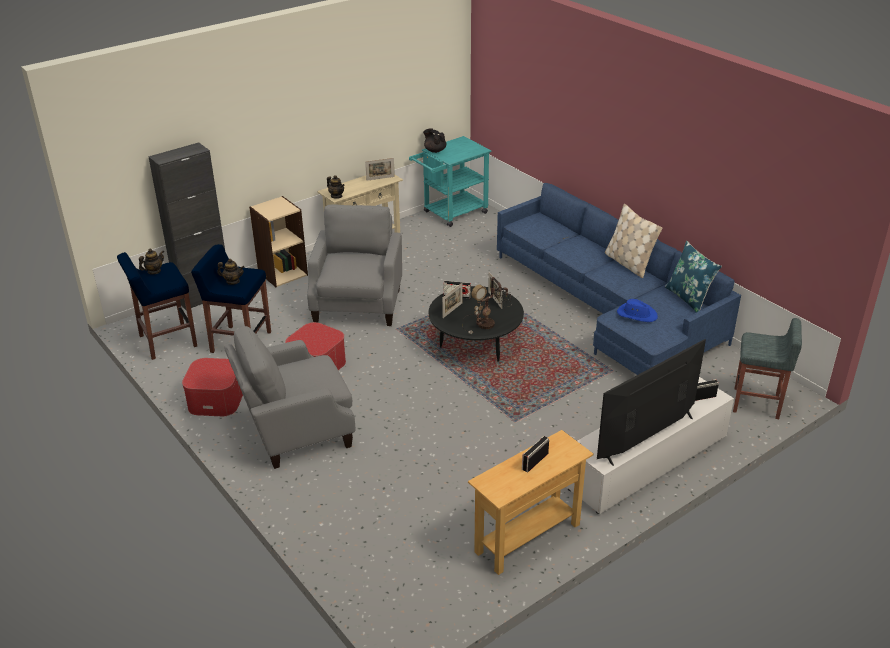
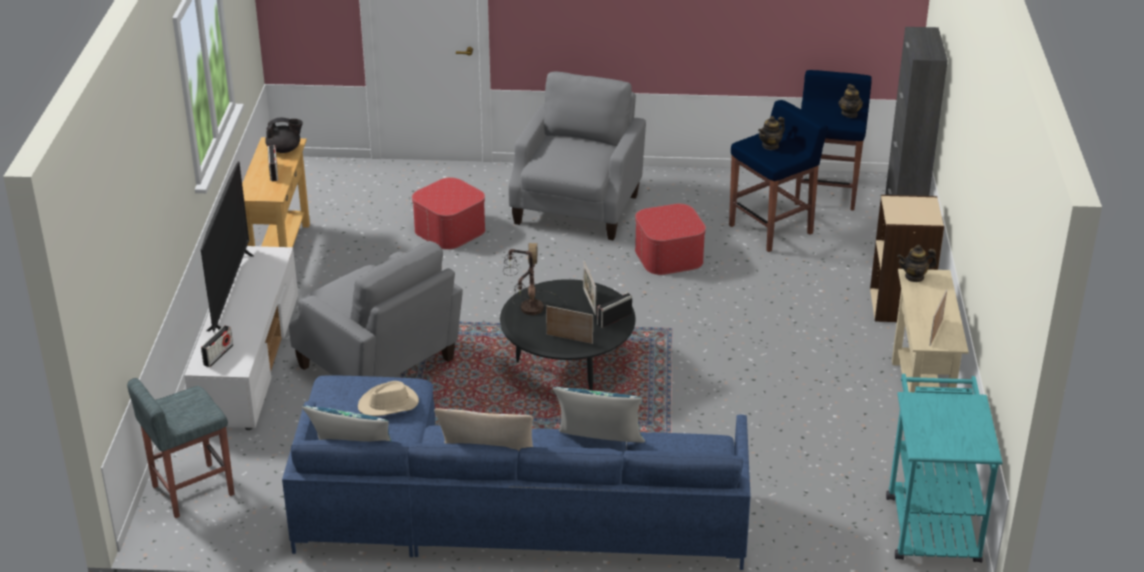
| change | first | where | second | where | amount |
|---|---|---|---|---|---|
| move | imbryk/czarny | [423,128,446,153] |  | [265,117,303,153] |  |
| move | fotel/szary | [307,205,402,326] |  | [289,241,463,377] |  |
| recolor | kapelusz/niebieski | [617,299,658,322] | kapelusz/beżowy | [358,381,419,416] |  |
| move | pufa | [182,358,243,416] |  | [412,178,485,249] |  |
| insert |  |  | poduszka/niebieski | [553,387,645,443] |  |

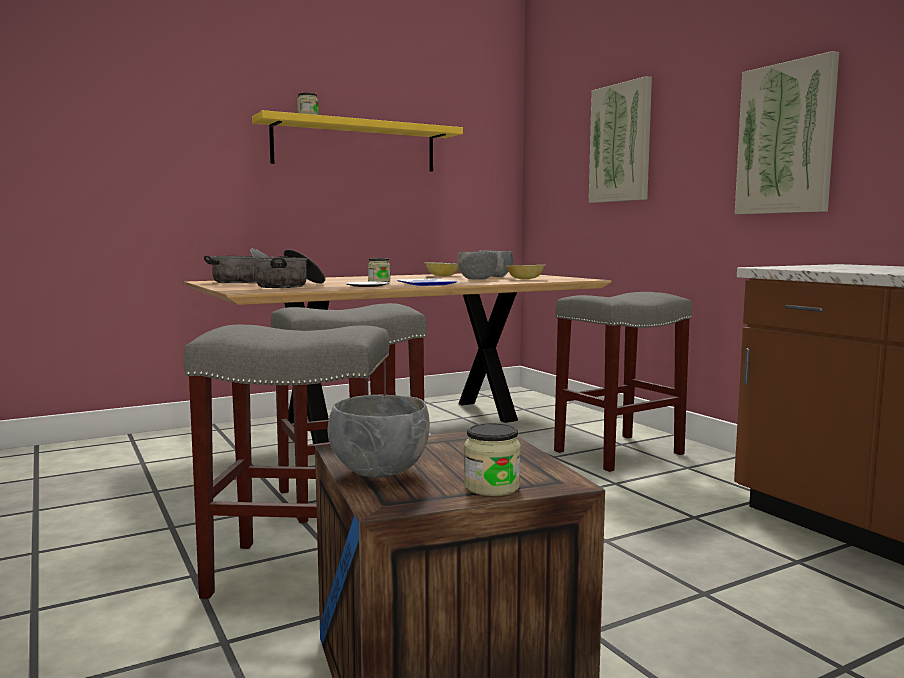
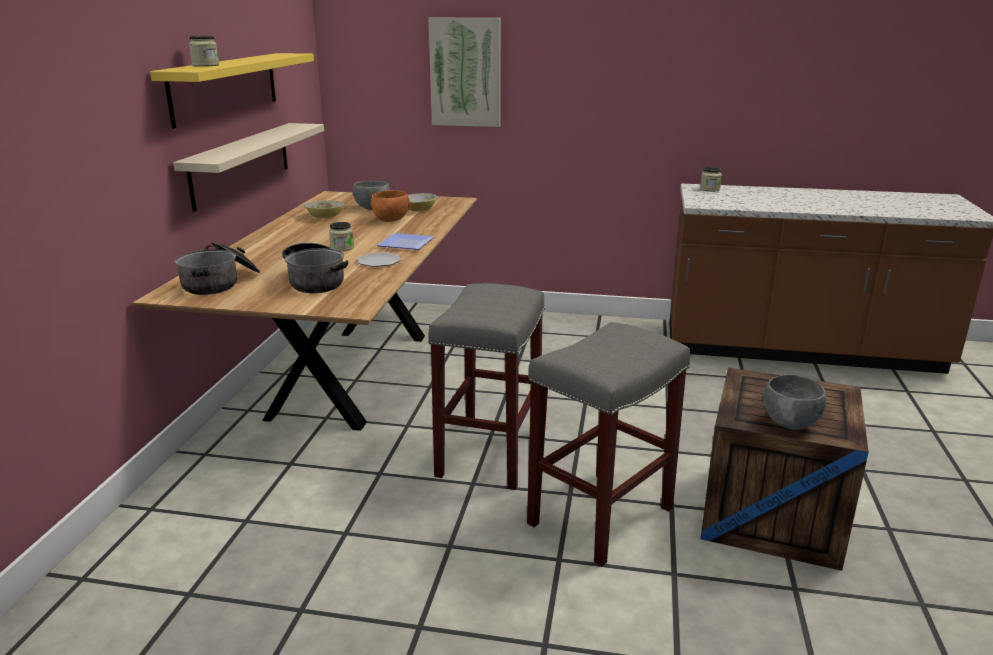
| change | first | where | second | where | amount |
|---|---|---|---|---|---|
| insert |  |  | półka/beżowy | [173,123,324,212] |  |
| recolor | miska/szary | [458,251,498,280] | miska/pomarańczowy | [371,190,409,222] |  |
| move | słoik | [464,423,521,496] |  | [700,167,722,192] |  |
| delete | stołek/szary | [554,292,692,472] |  |  |  |
| delete | obraz | [735,51,839,214] |  |  |  |

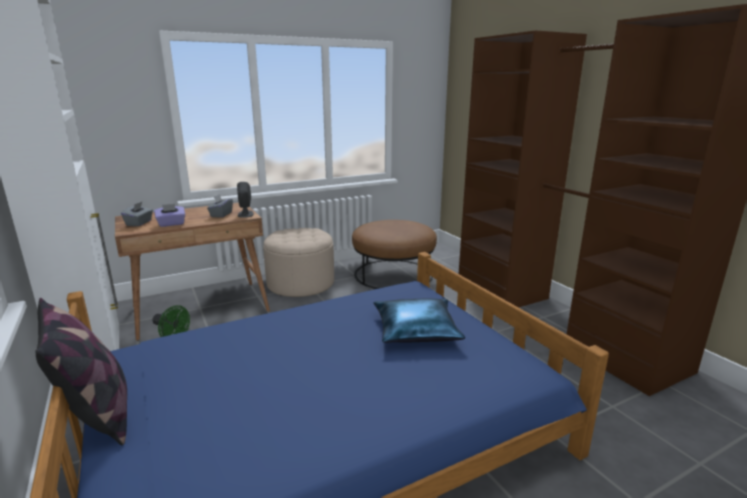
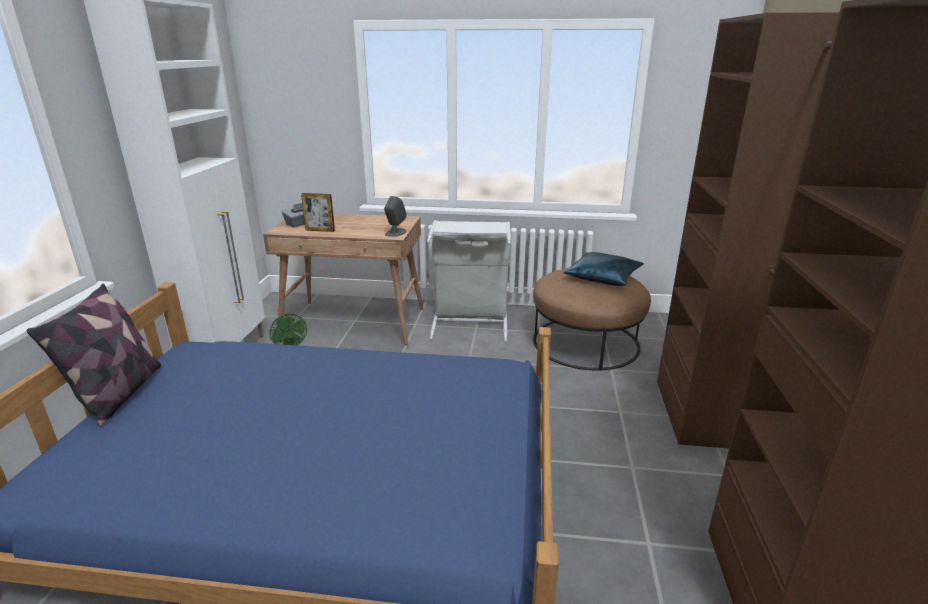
| change | first | where | second | where | amount |
|---|---|---|---|---|---|
| replace | pudełko chusteczek/fioletowy | [154,204,185,227] | ramka na zdjęcie | [301,193,335,232] |  |
| replace | pufa/beżowy | [263,228,334,297] | kosz na pranie/szary | [427,220,511,342] |  |
| move | poduszka/niebieski | [373,299,465,343] |  | [563,252,644,286] |  |
| delete | pudełko chusteczek/szary | [207,194,233,218] |  |  |  |

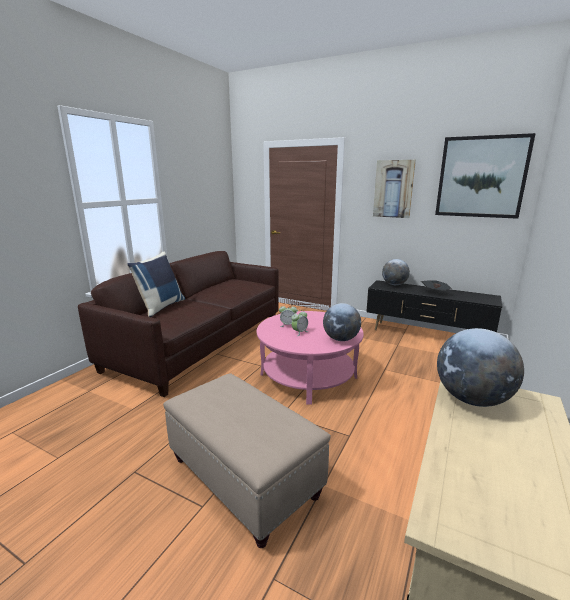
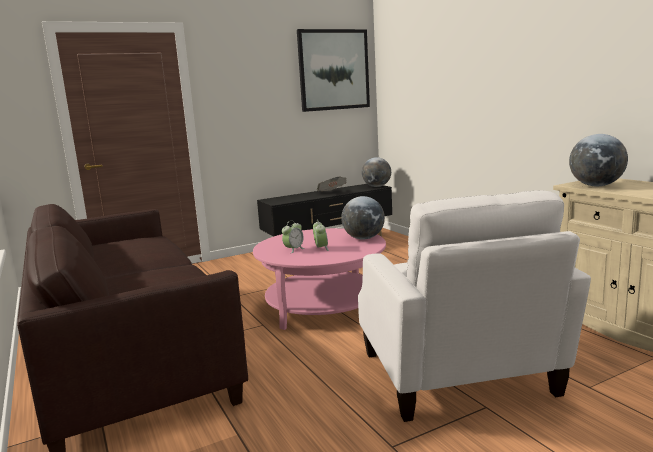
| change | first | where | second | where | amount |
|---|---|---|---|---|---|
| replace | pufa/beżowy | [163,373,331,548] | fotel/biały | [358,190,591,422] |  |
| move | globus | [382,259,410,285] |  | [362,157,391,187] |  |
| delete | poduszka/niebieski | [127,252,185,318] |  |  |  |
| delete | obraz | [373,160,416,218] |  |  |  |

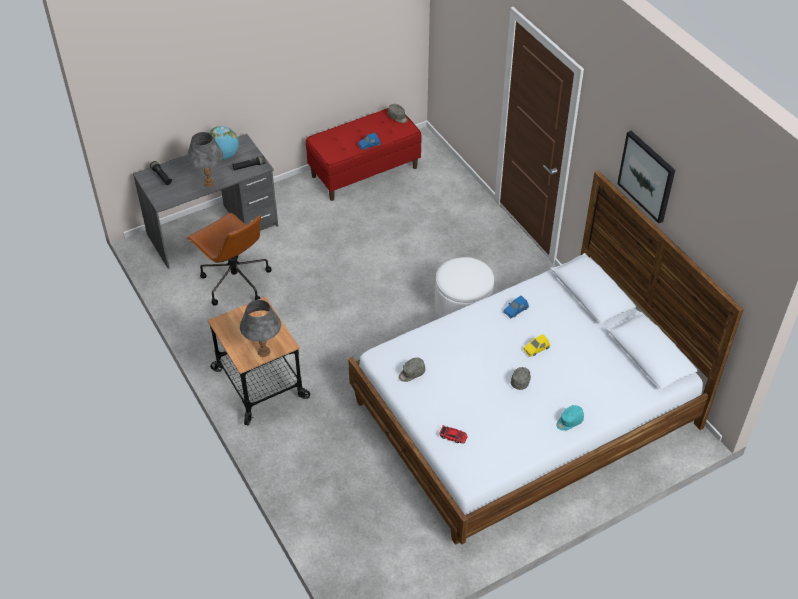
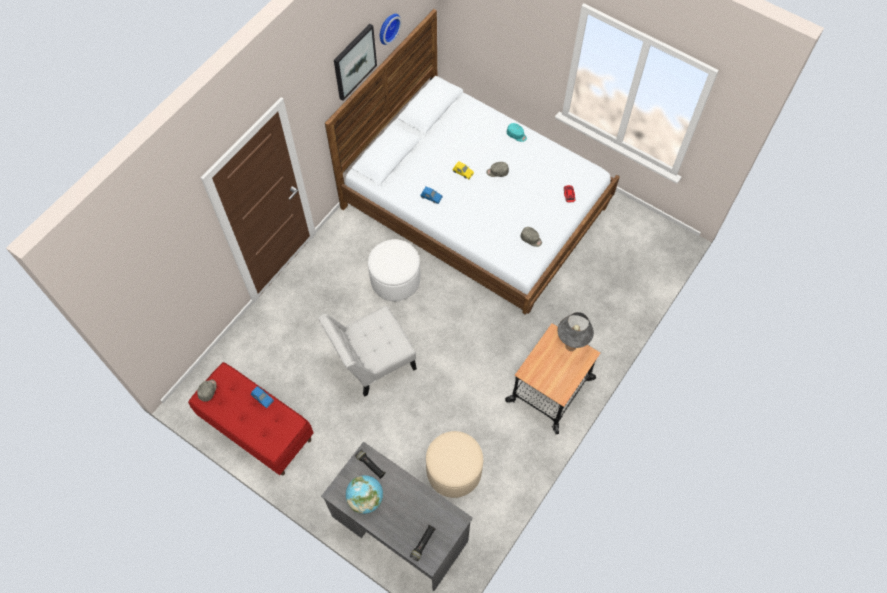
| change | first | where | second | where | amount |
|---|---|---|---|---|---|
| insert |  |  | krzesło/biały | [318,306,417,397] |  |
| insert |  |  | zegar ścienny | [380,14,402,45] |  |
| replace | krzesło biurowe/brązowy | [187,213,272,306] | pufa/beżowy | [426,431,483,498] |  |
| delete | lampa stołowa/szary | [187,132,223,187] |  |  |  |

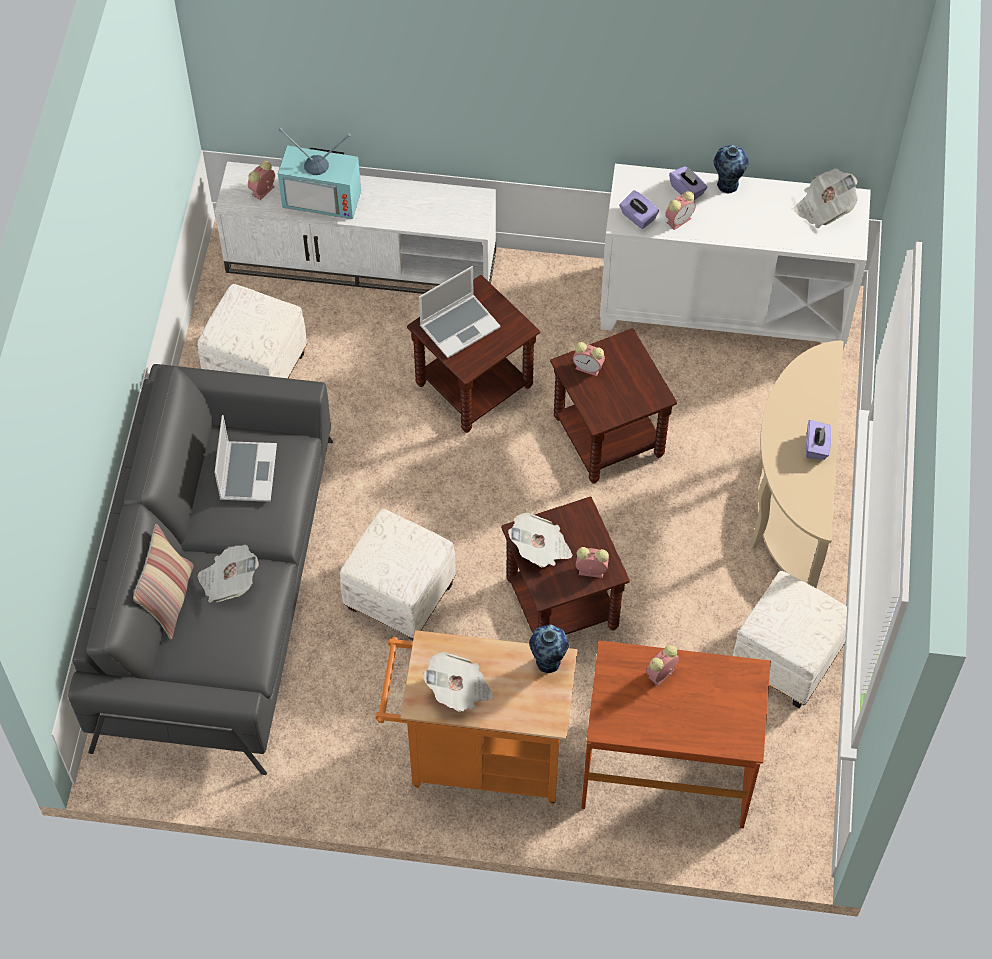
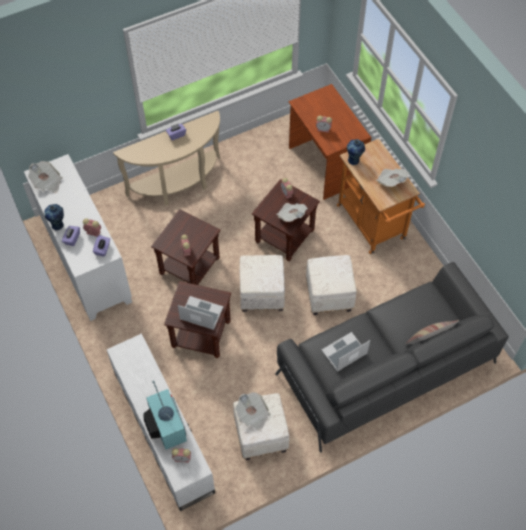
| change | first | where | second | where | amount |
|---|---|---|---|---|---|
| move | gazeta | [197,545,259,603] |  | [235,392,270,431] |  |
| move | pufa/biały | [733,571,847,709] |  | [240,255,285,312] |  |

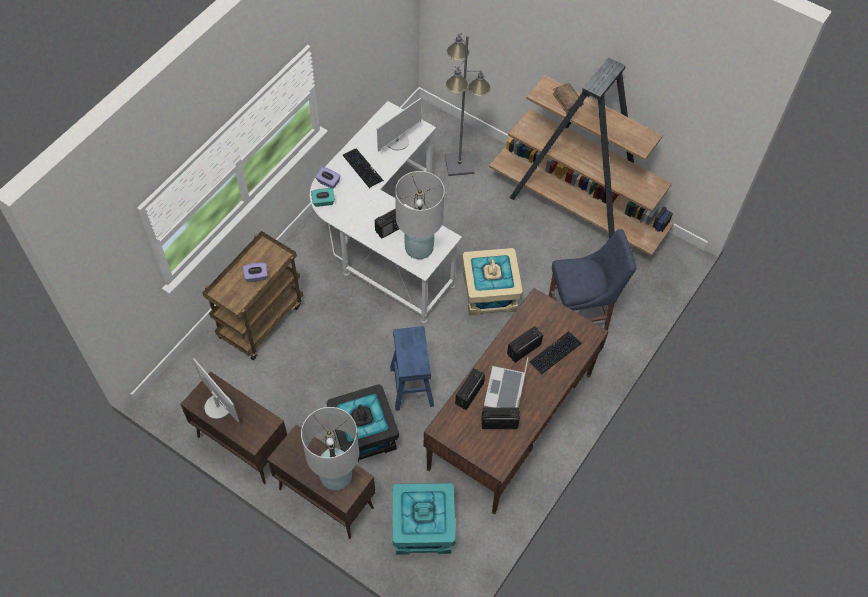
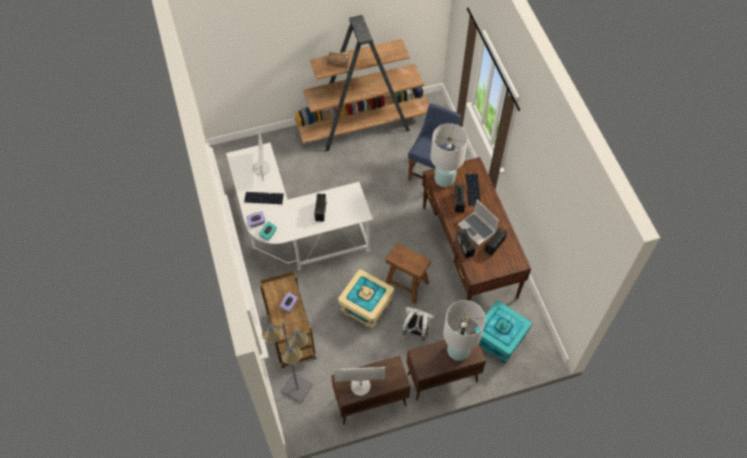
| change | first | where | second | where | amount |
|---|---|---|---|---|---|
| move | lampa stojąca/szary | [445,33,491,176] |  | [262,322,313,403] |  |
| move | pojemnik do przechowywania/beżowy | [462,248,523,316] |  | [338,269,394,330] |  |
| recolor | stołek/niebieski | [390,326,434,411] | stołek/brązowy | [386,242,431,304] |  |
| replace | pojemnik do przechowywania/czarny | [327,384,399,462] | plecak/biały | [402,307,435,341] |  |
| move | lampa stołowa/biały | [395,171,445,259] |  | [430,123,468,187] |  |

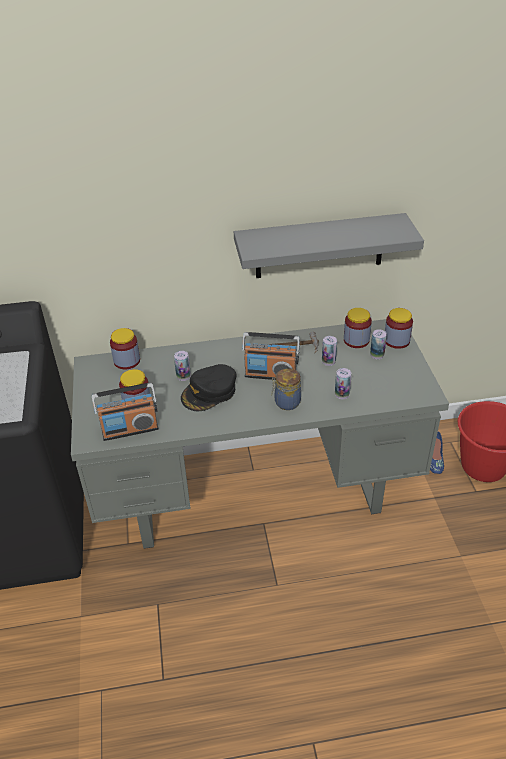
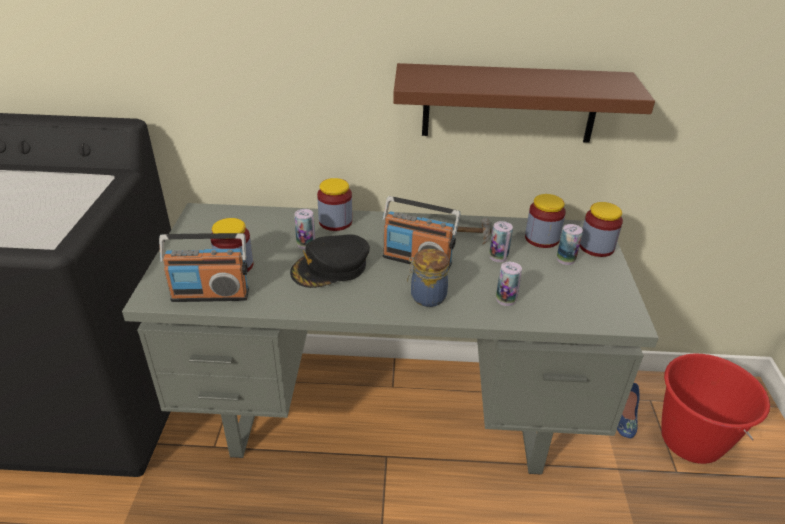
| change | first | where | second | where | amount |
|---|---|---|---|---|---|
| move | słoik | [110,328,140,370] |  | [317,178,352,231] |  |
| recolor | półka/szary | [234,213,424,278] | półka/brązowy | [393,63,655,143] |  |

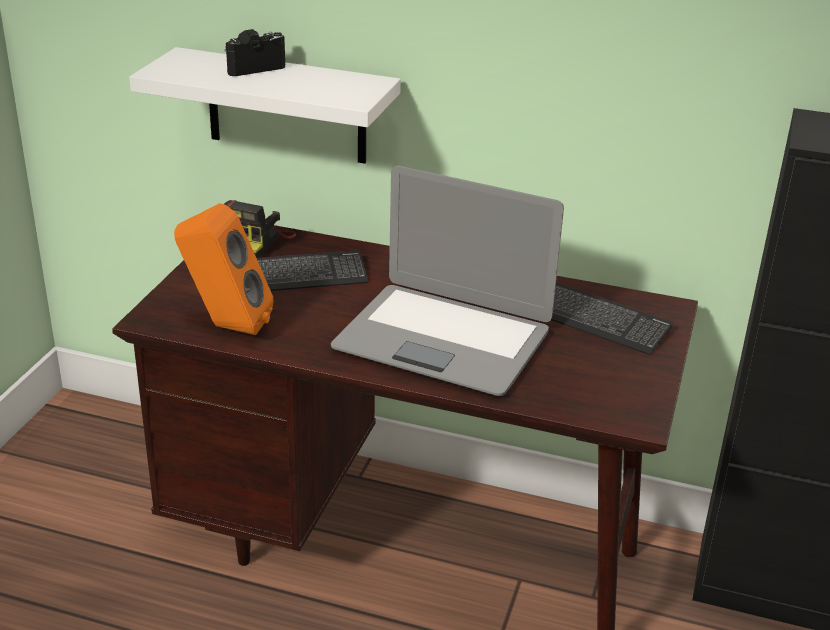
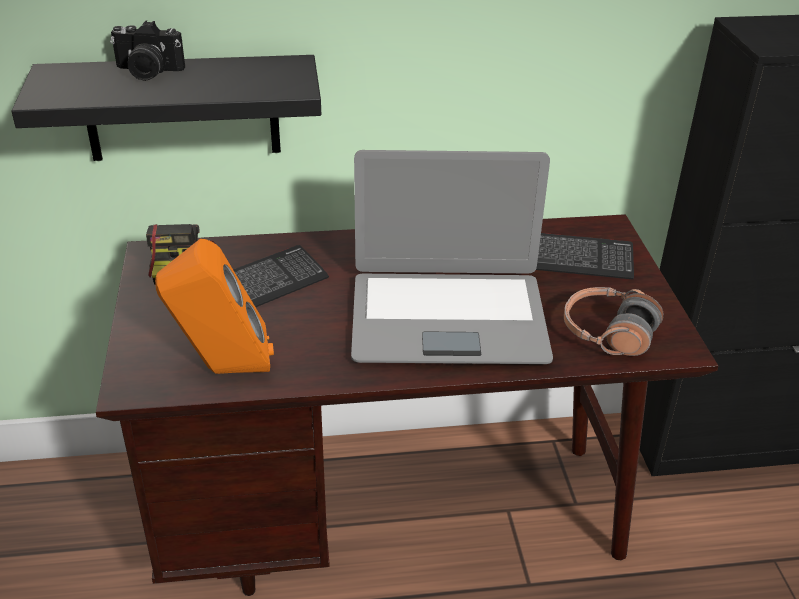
| change | first | where | second | where | amount |
|---|---|---|---|---|---|
| recolor | półka/biały | [129,47,401,164] | półka/czarny | [11,55,321,161] |  |
| rotate | aparat fotograficzny | [225,29,285,76] |  | [110,21,185,81] | 120 degrees counterclockwise |
| insert |  |  | słuchawki | [564,287,664,356] |  |

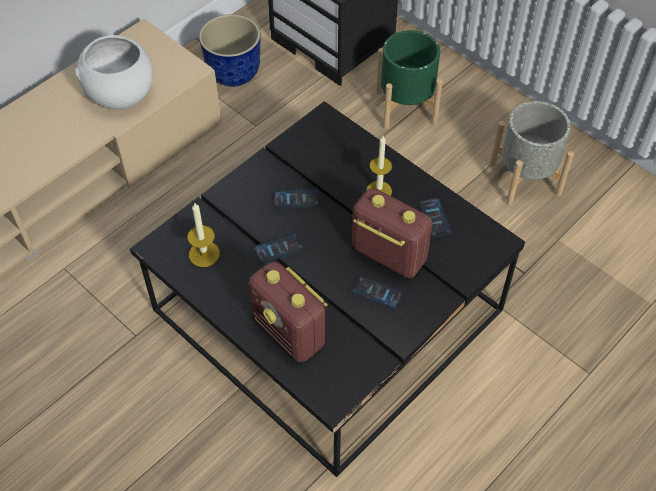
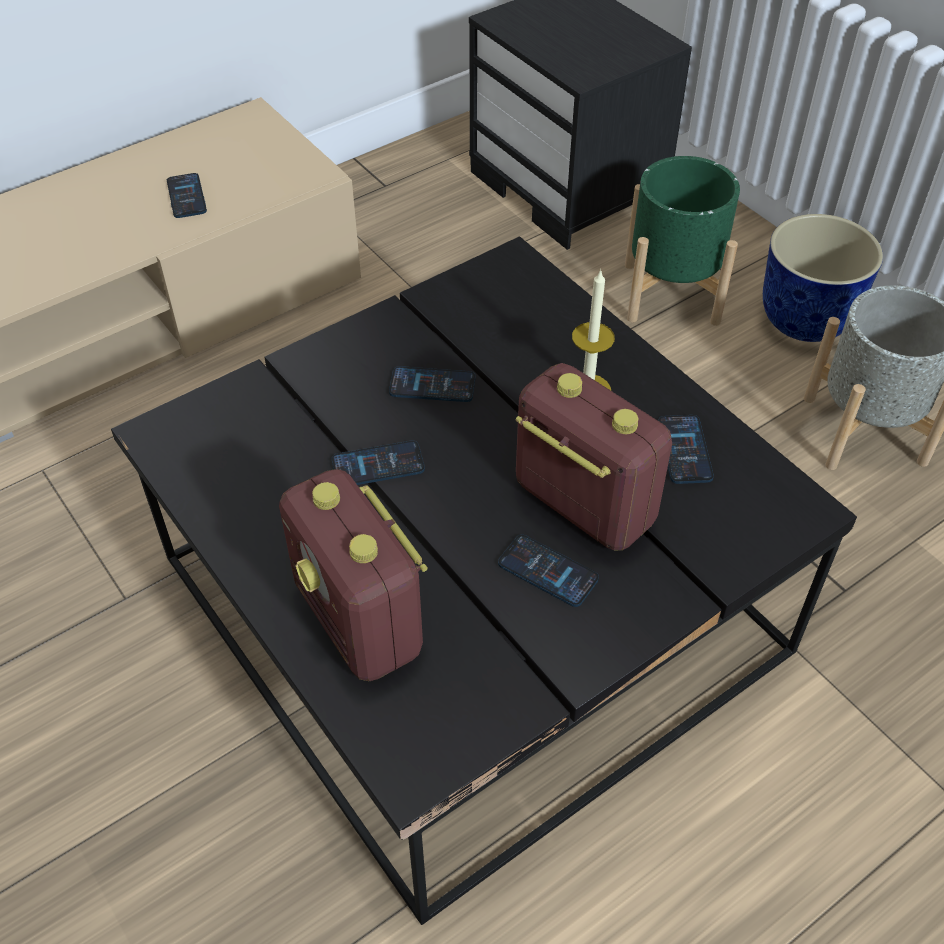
| change | first | where | second | where | amount |
|---|---|---|---|---|---|
| replace | miska/biały | [75,35,153,110] | telefon | [167,173,207,218] |  |
| move | donica | [199,14,260,87] |  | [763,214,883,342] |  |
| delete | świeca | [187,203,220,267] |  |  |  |

